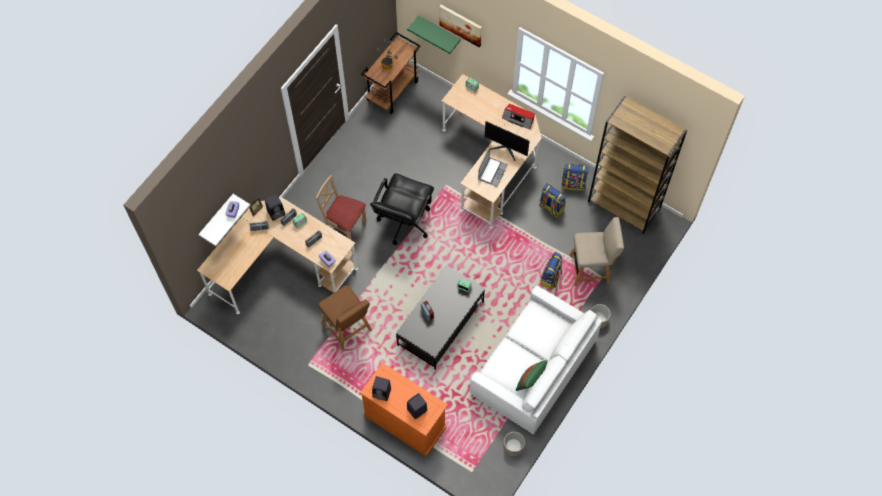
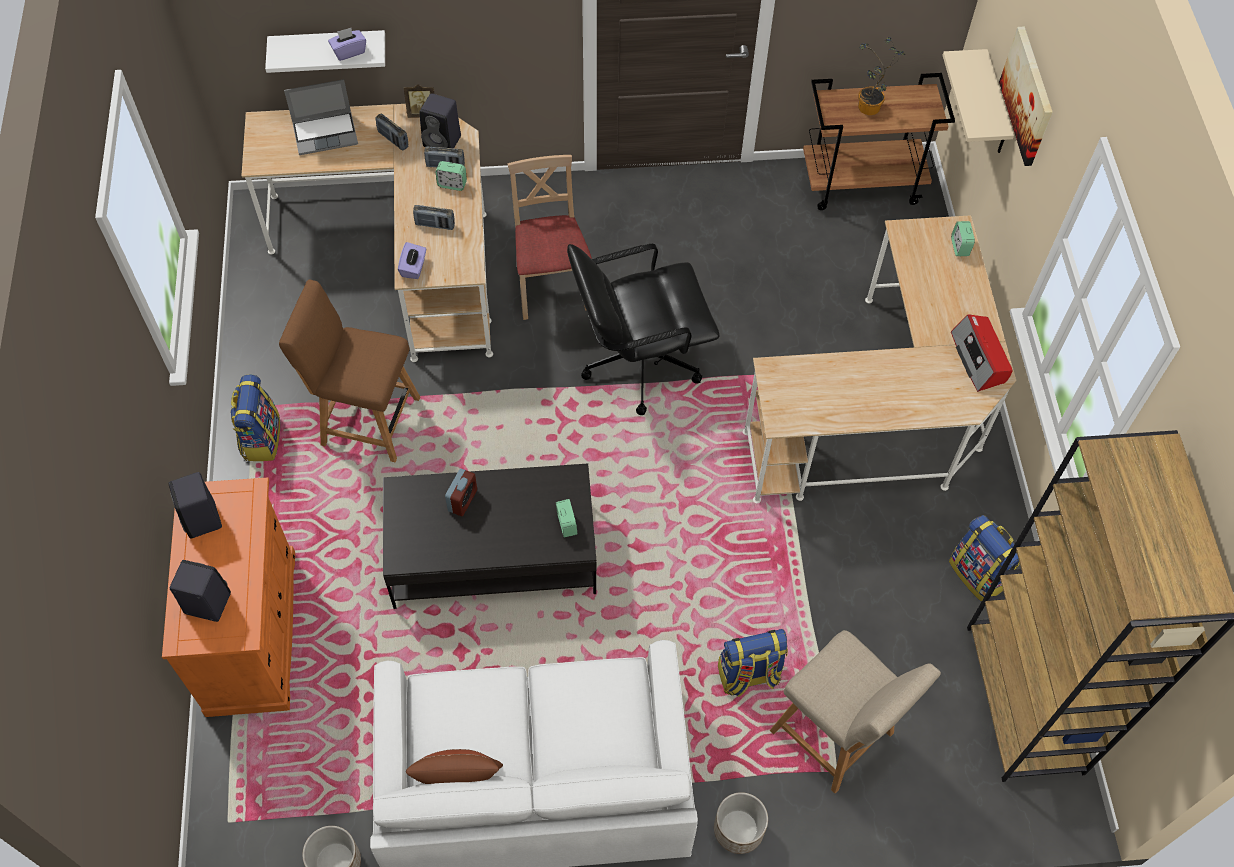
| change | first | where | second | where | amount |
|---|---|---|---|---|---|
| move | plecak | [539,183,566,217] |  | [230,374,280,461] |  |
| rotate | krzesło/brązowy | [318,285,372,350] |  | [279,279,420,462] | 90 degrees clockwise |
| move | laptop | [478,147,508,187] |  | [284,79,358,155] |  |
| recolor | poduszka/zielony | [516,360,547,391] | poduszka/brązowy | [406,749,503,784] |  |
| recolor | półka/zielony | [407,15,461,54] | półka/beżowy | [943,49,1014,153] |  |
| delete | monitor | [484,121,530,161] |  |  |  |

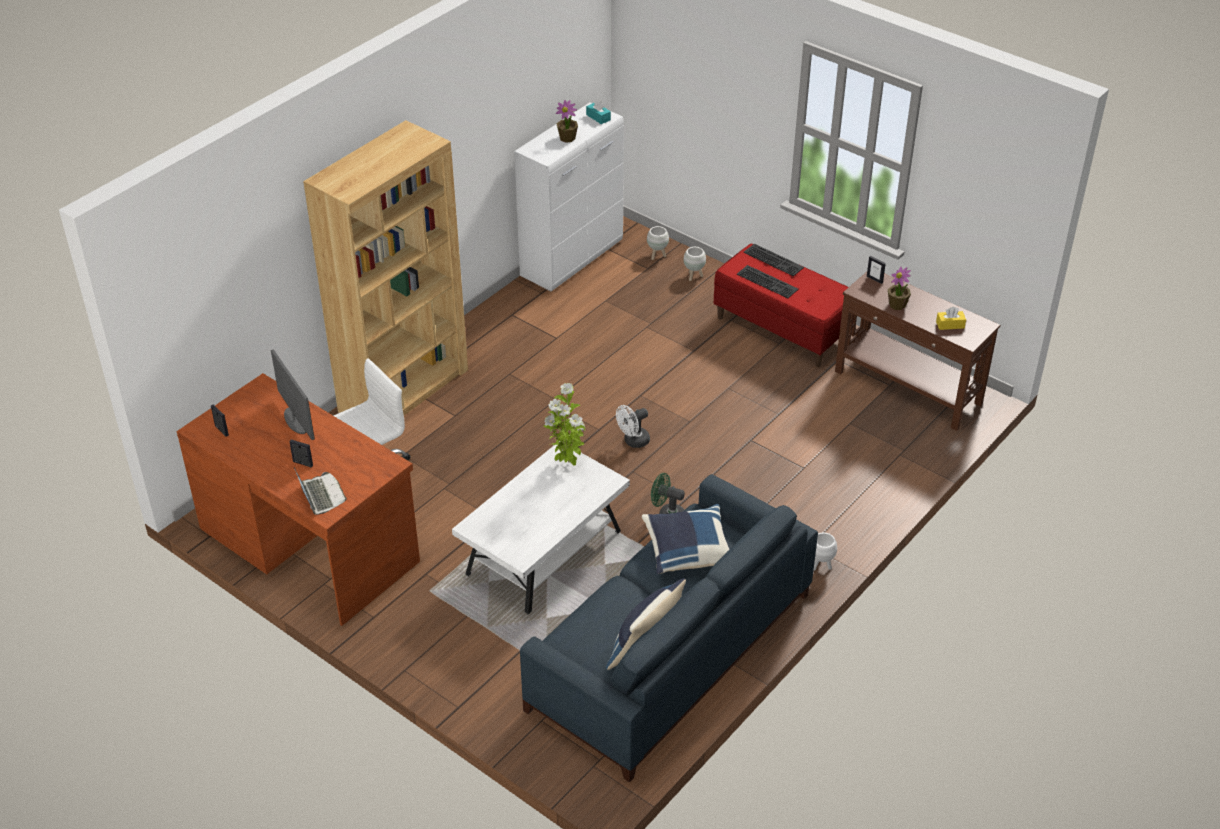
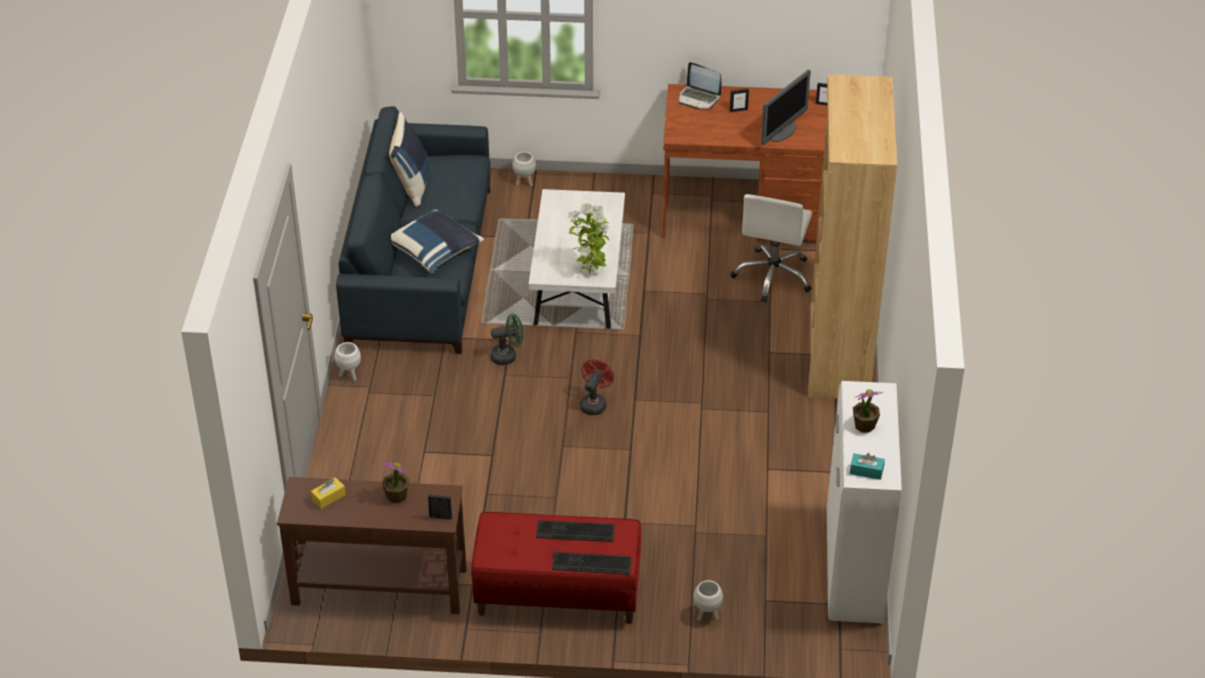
| change | first | where | second | where | amount |
|---|---|---|---|---|---|
| move | donica/biały | [647,226,669,260] |  | [512,152,536,186] |  |
| recolor | wentylator/biały | [616,405,650,448] | wentylator/czerwony | [580,359,614,415] |  |
| rotate | monitor | [271,349,315,440] |  | [761,69,811,145] | 75 degrees counterclockwise |

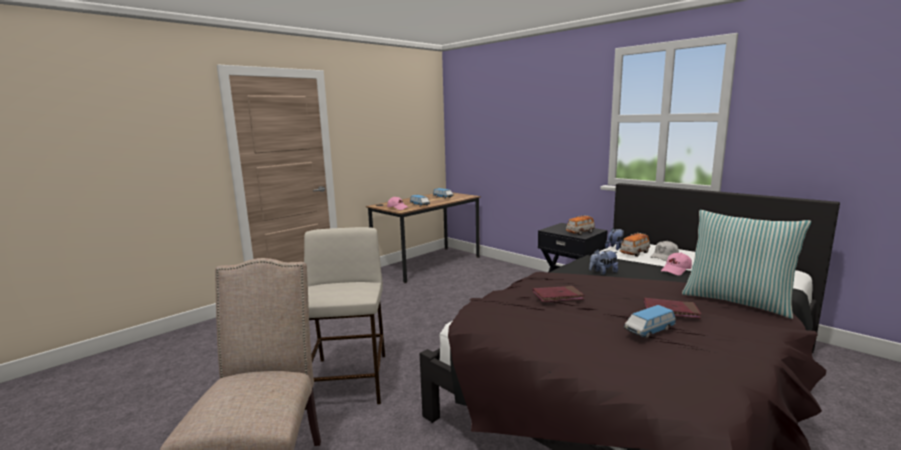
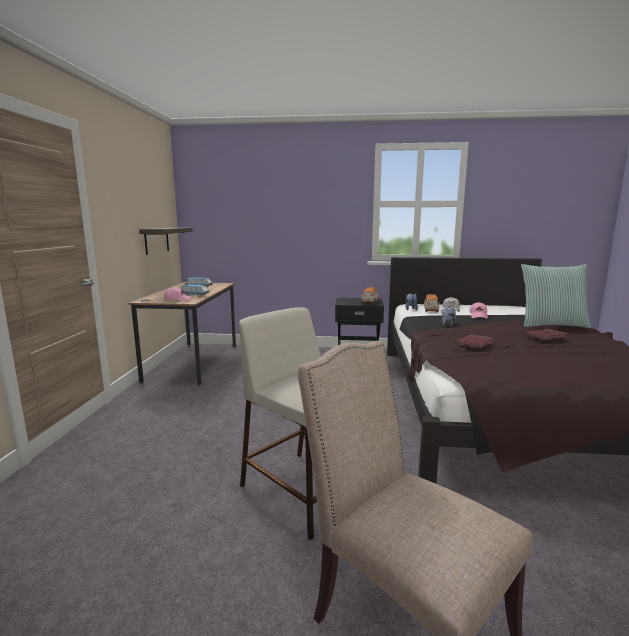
| change | first | where | second | where | amount |
|---|---|---|---|---|---|
| insert |  |  | półka | [139,228,193,255] |  |
| delete | samochodzik | [624,305,676,338] |  |  |  |

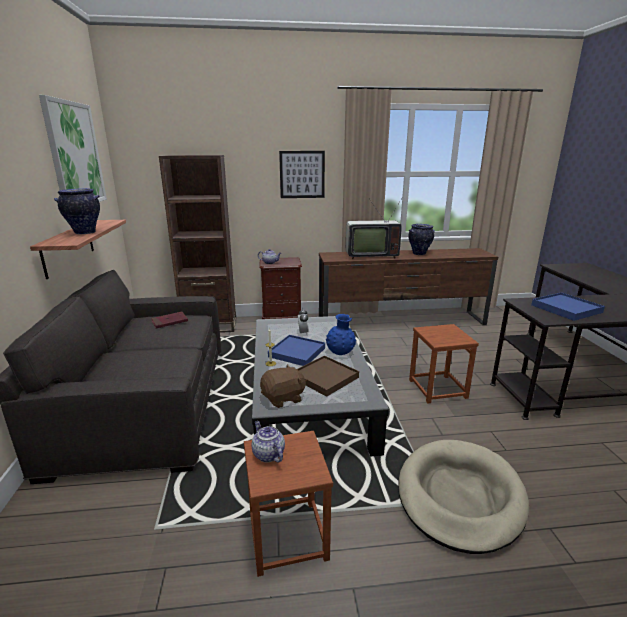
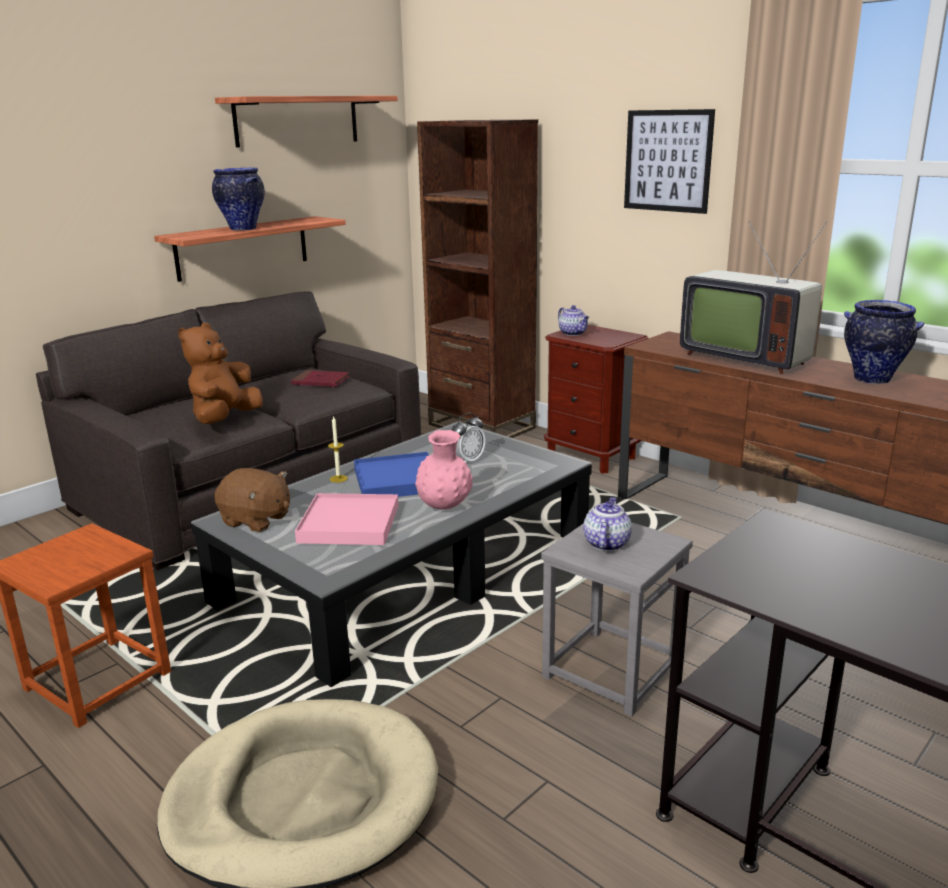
| change | first | where | second | where | amount |
|---|---|---|---|---|---|
| insert |  |  | pluszak/brązowy | [178,323,263,424] |  |
| replace | obraz | [39,95,107,202] | półka | [215,96,398,148] |  |
| recolor | taca/brązowy | [297,356,359,397] | taca/różowy | [295,493,399,545] |  |
| recolor | wazon/niebieski | [326,314,356,355] | wazon/różowy | [415,430,473,510] |  |
| recolor | stołek/brązowy | [409,324,479,404] | stołek/szary | [541,522,693,717] |  |
| move | imbryk | [251,421,285,463] |  | [583,497,632,551] |  |
| delete | taca/niebieski | [531,293,605,321] |  |  |  |

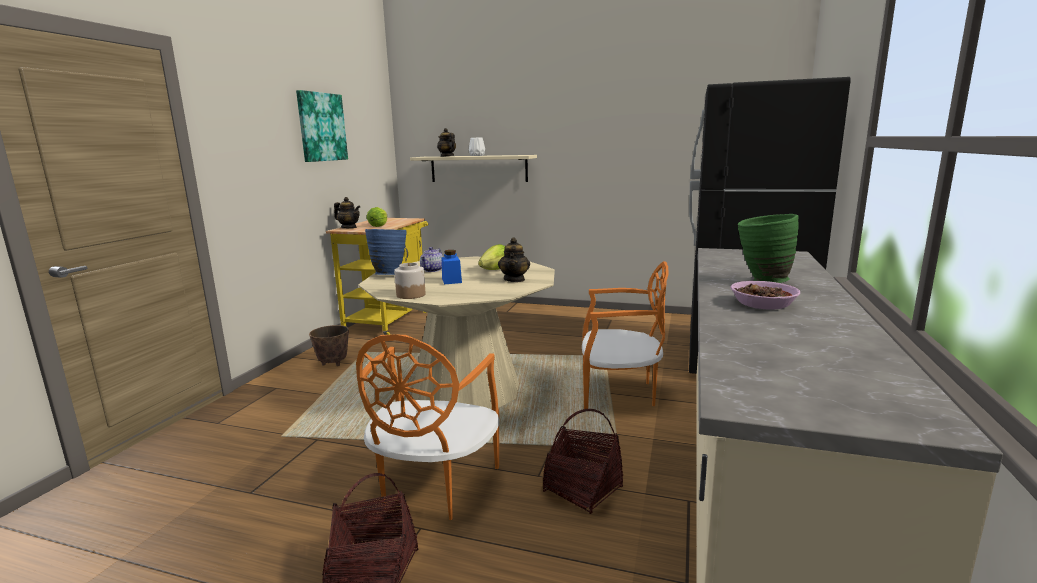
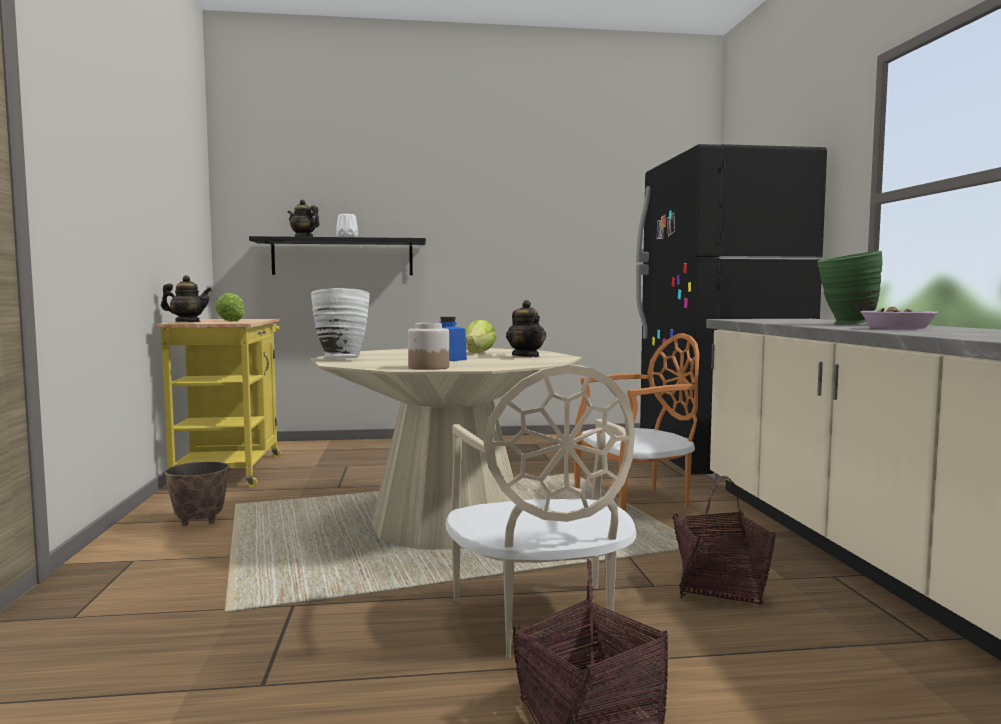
| change | first | where | second | where | amount |
|---|---|---|---|---|---|
| recolor | półka/beżowy | [410,155,537,182] | półka/czarny | [249,236,426,275] |  |
| recolor | wazon/niebieski | [365,229,406,275] | wazon/biały | [311,288,370,359] |  |
| recolor | krzesło/pomarańczowy | [356,335,499,520] | krzesło/beżowy | [446,365,636,658] |  |
| delete | obraz | [296,90,348,162] |  |  |  |
| delete | imbryk | [420,247,443,272] |  |  |  |

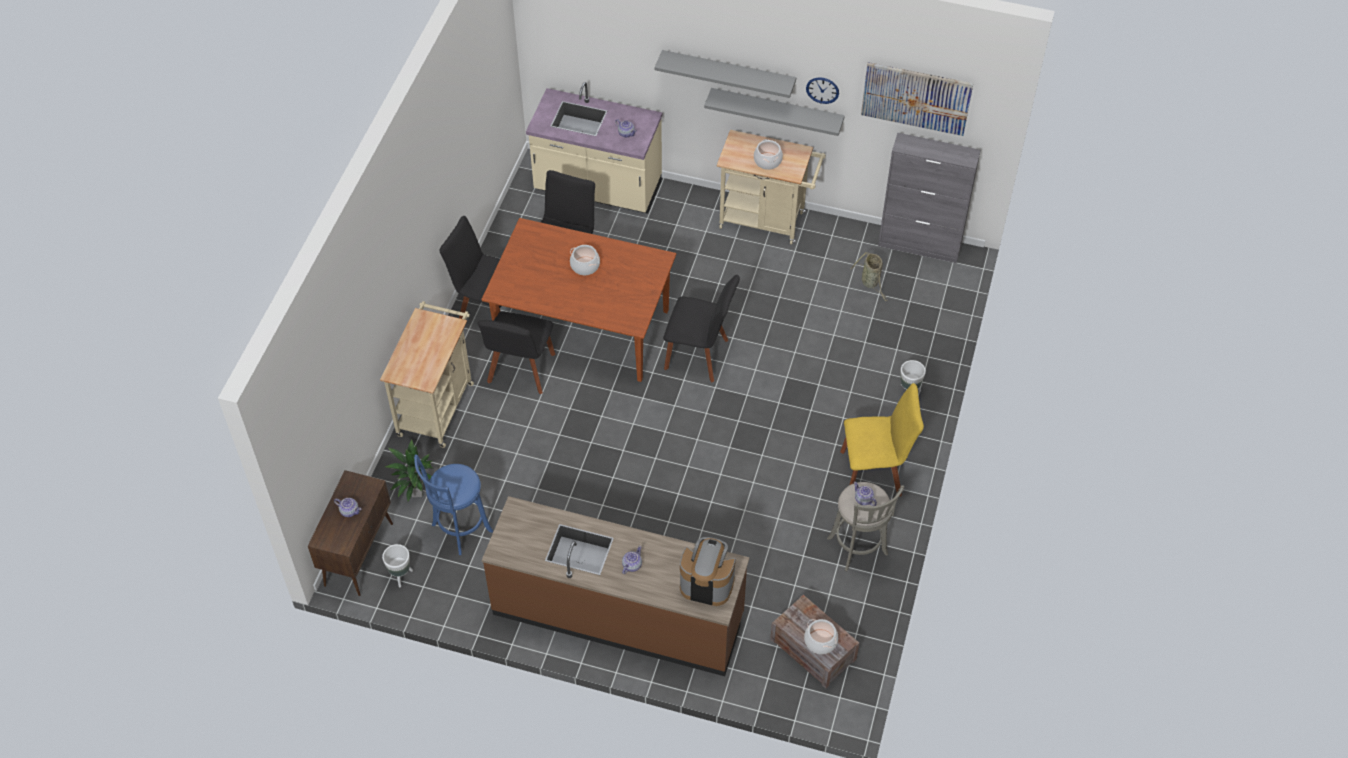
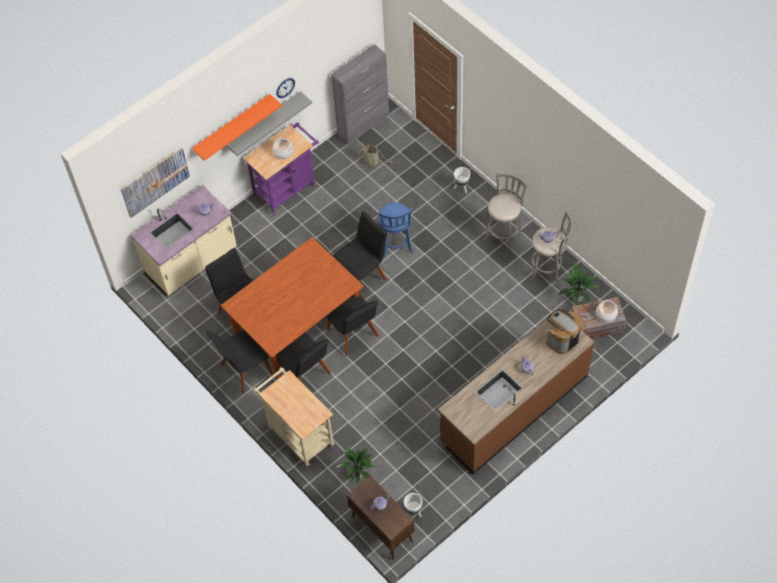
| change | first | where | second | where | amount |
|---|---|---|---|---|---|
| move | obraz | [861,62,973,136] |  | [120,146,190,218] |  |
| recolor | półka/szary | [655,50,796,98] | półka/pomarańczowy | [192,94,282,161] |  |
| recolor | wózek/beżowy | [717,130,826,244] | wózek/fioletowy | [243,123,319,215] |  |
| insert |  |  | krzesło/czarny | [326,294,379,356] |  |
| move | stołek/niebieski | [414,454,493,555] |  | [378,202,413,258] |  |
| replace | krzesło/żółty | [840,383,924,497] | stołek/szary | [484,173,527,251] |  |
| insert |  |  | roślina doniczkowa | [558,262,599,305] |  |
| delete | garnek | [570,245,600,275] |  |  |  |

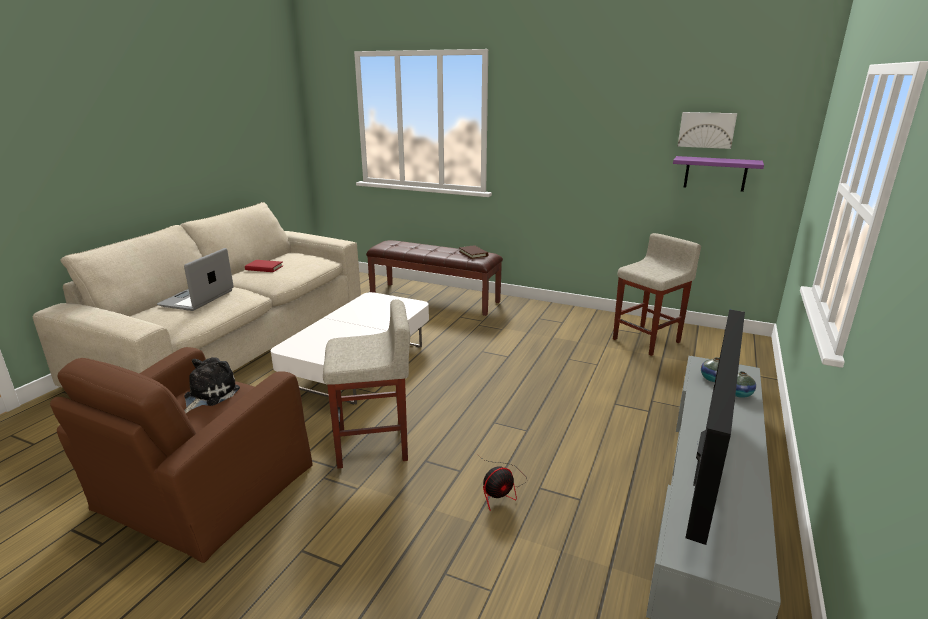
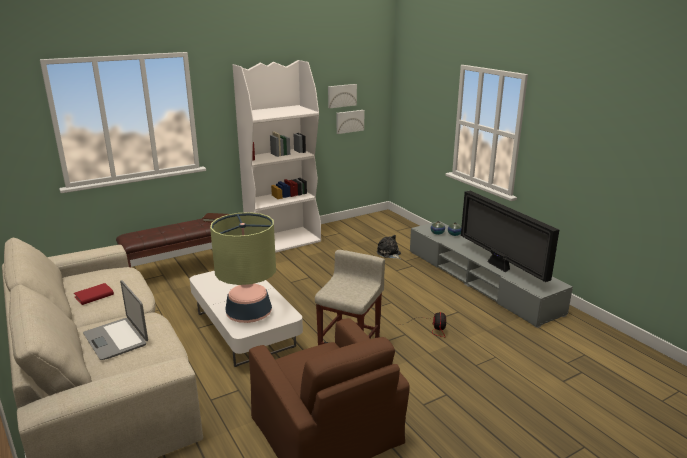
| change | first | where | second | where | amount |
|---|---|---|---|---|---|
| insert |  |  | lampa stołowa | [210,212,276,323] |  |
| insert |  |  | regał/biały | [233,60,321,253] |  |
| replace | półka/fioletowy | [673,156,764,192] | obraz | [337,110,364,134] |  |
| move | pluszak | [184,357,240,413] |  | [377,235,401,259] |  |
| delete | stołek/beżowy | [613,233,701,356] |  |  |  |

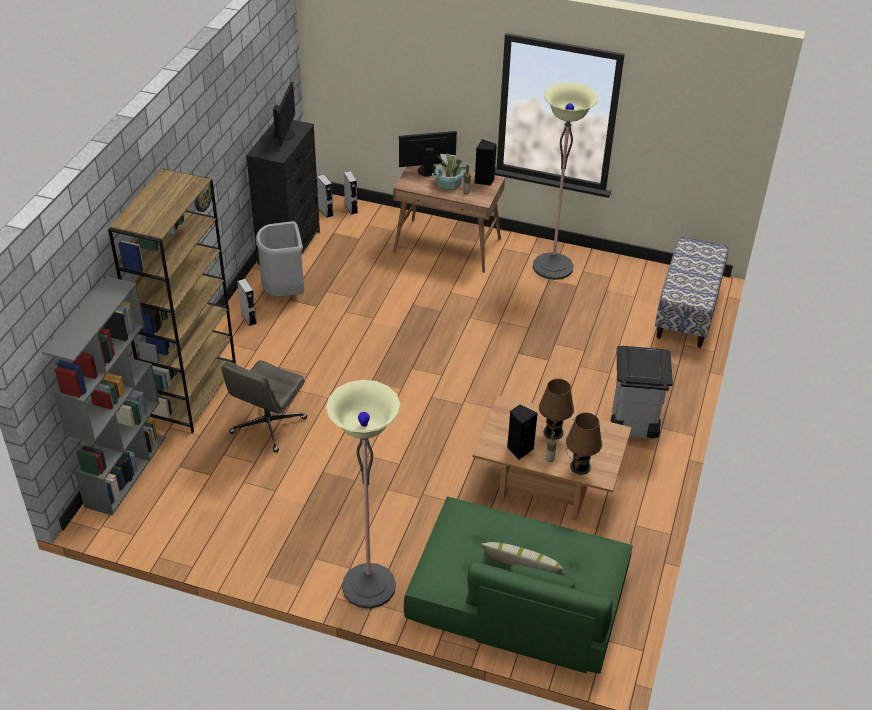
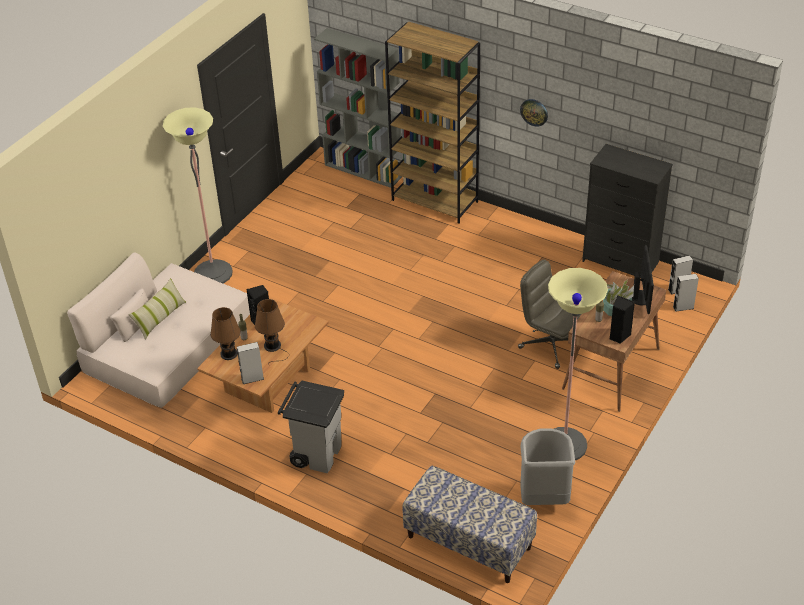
| change | first | where | second | where | amount |
|---|---|---|---|---|---|
| recolor | kanapa/zielony | [404,496,633,674] | kanapa/beżowy | [67,252,250,408] |  |
| move | głośnik/szary | [237,279,257,326] |  | [237,342,264,384] |  |
| move | krzesło biurowe/szary | [221,360,307,453] |  | [518,260,581,369] |  |
| move | kosz na śmieci/szary | [256,221,304,297] |  | [520,428,575,505] |  |
| delete | monitor | [273,82,295,146] |  |  |  |

